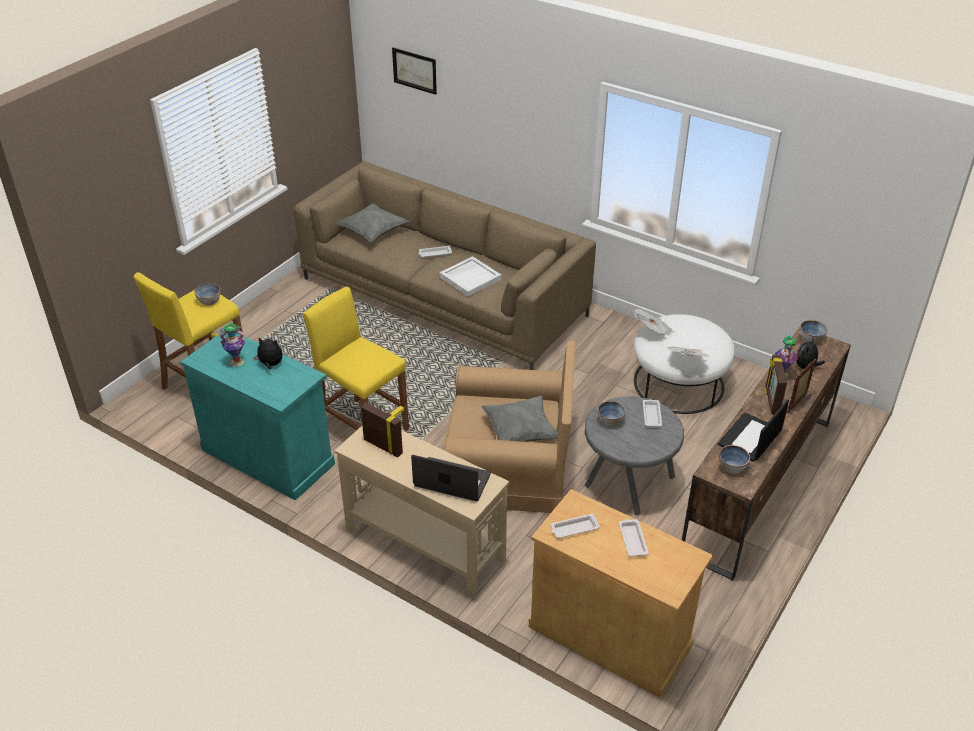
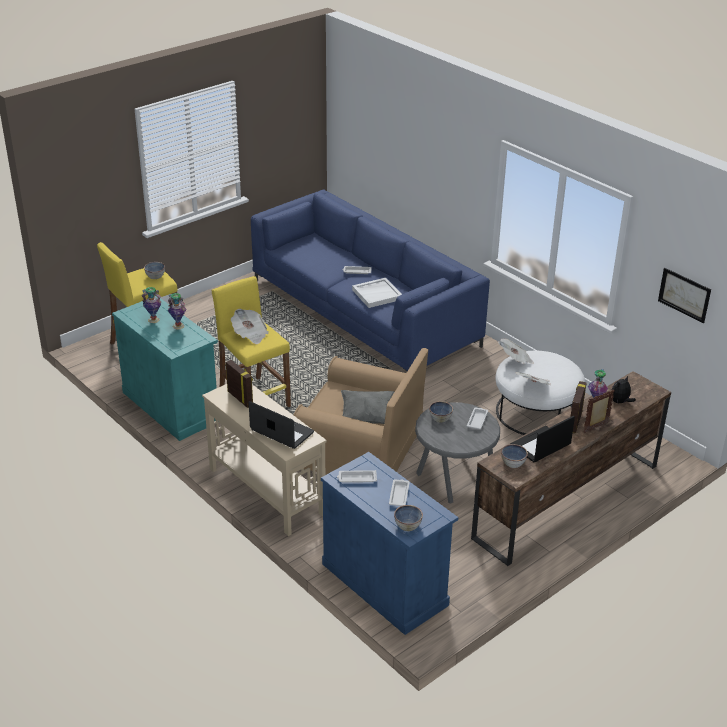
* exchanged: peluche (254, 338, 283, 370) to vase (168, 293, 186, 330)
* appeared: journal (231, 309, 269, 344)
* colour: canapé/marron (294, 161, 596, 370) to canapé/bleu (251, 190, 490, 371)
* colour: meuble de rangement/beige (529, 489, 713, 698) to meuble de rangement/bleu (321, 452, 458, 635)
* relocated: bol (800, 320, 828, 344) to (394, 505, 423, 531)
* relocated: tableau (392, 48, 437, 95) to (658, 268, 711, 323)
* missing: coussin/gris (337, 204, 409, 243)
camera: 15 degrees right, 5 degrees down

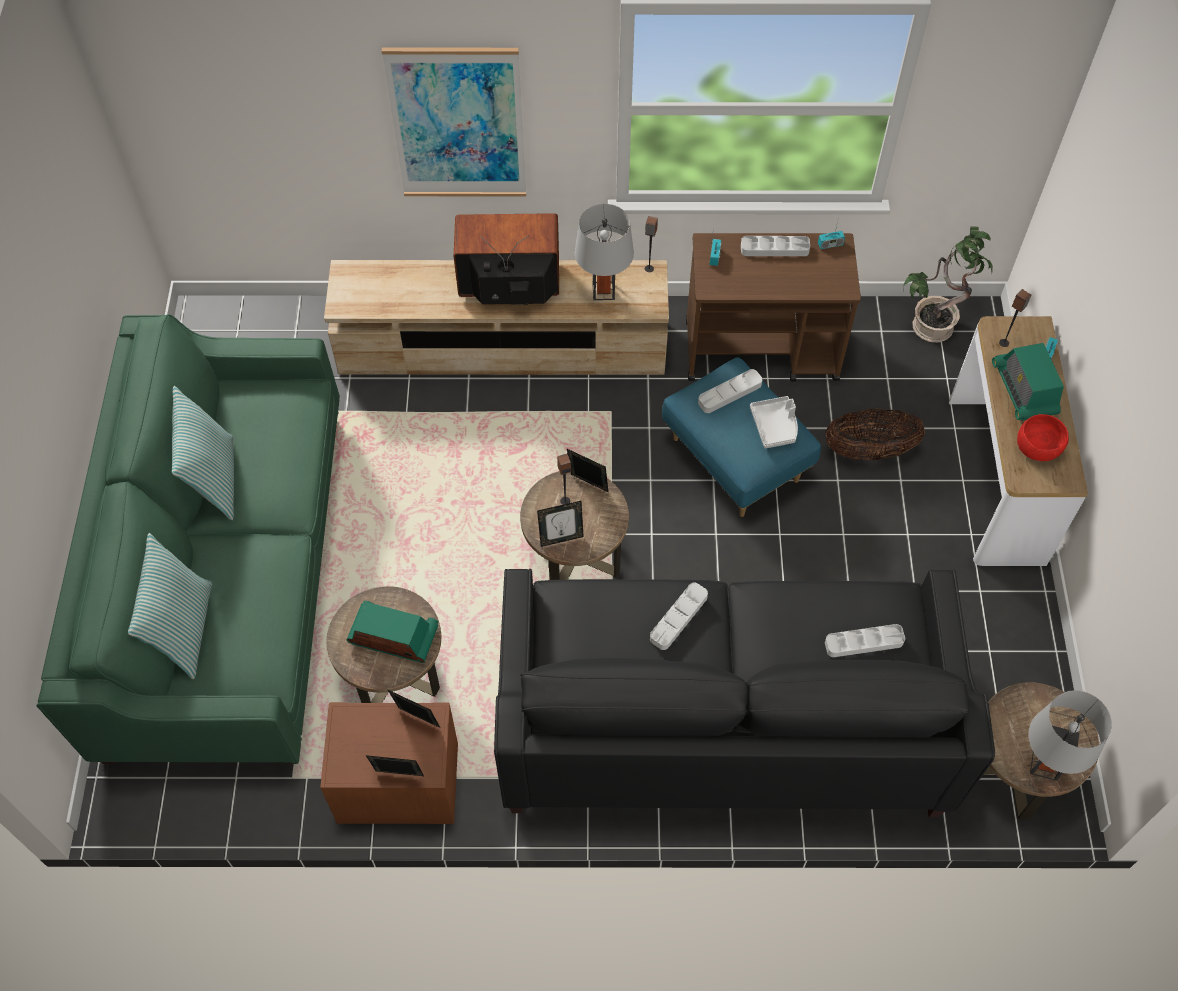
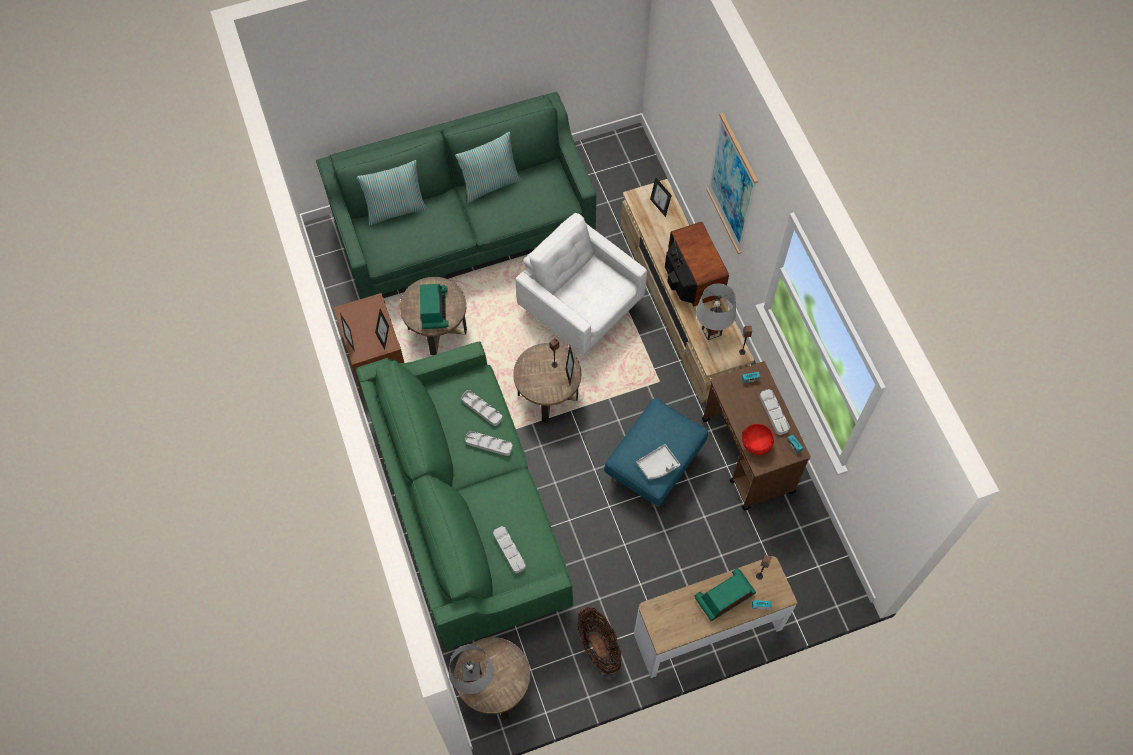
* colour: canapé/noir (494, 569, 995, 817) to canapé/vert (356, 342, 573, 650)
* relocated: plateau/gris (698, 369, 763, 413) to (461, 390, 502, 426)
* appeared: fauteuil/blanc (516, 213, 647, 355)
* relocated: panier (825, 408, 925, 460) to (578, 607, 621, 675)
* relocated: cadre photo (537, 501, 584, 547) to (650, 178, 672, 217)
* relocated: bol/rouge (1017, 414, 1069, 461) to (742, 424, 774, 456)
* missing: plante en pot (903, 226, 993, 343)
camera: 70 degrees right, 5 degrees up

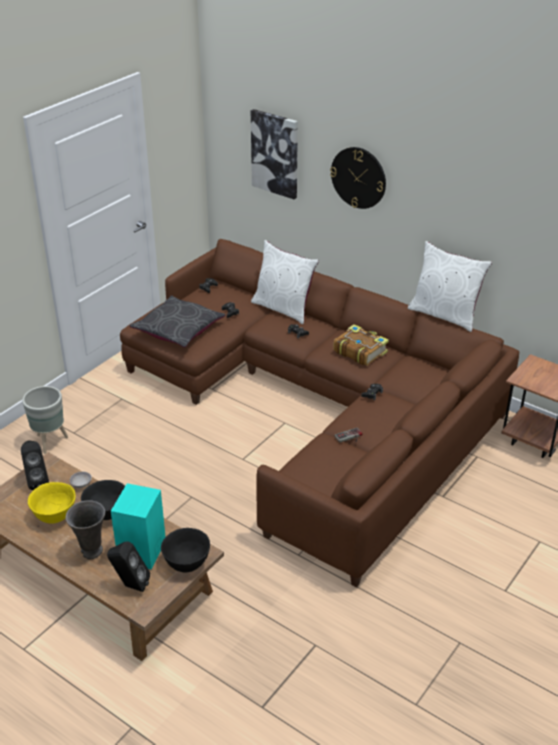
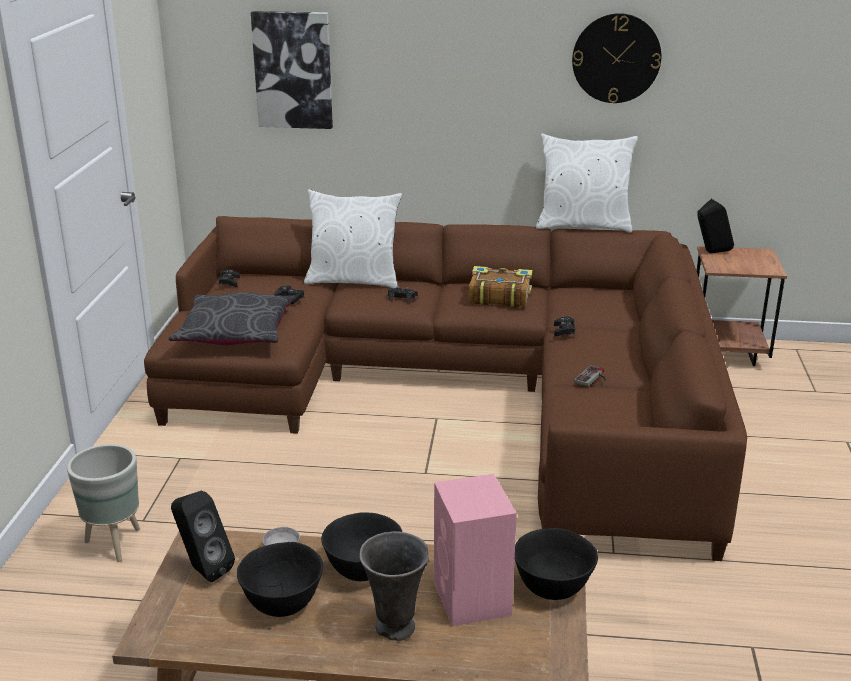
* colour: bol/jaune (28, 482, 75, 524) to bol/noir (237, 542, 323, 617)
* colour: enceinte/turquoise (111, 483, 165, 570) to enceinte/rose (434, 474, 517, 626)
* relocated: horloge murale (330, 147, 386, 209) to (572, 13, 661, 103)
* relocated: enceinte/noir (107, 541, 150, 592) to (697, 199, 734, 253)
camera: 30 degrees left, 10 degrees down

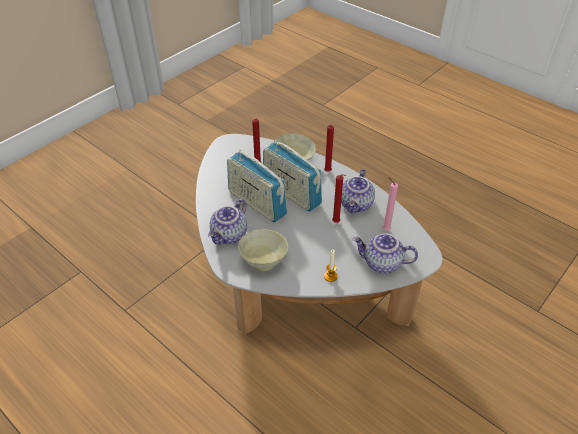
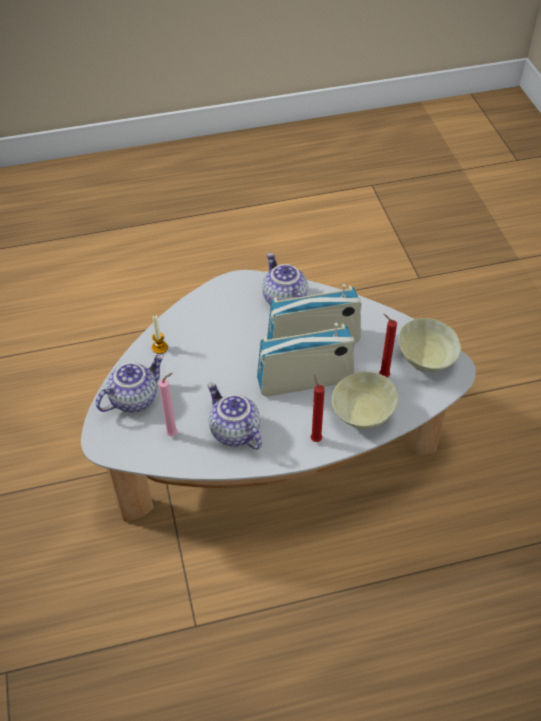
* relocated: bol/beige (238, 229, 288, 271) to (399, 318, 461, 372)
* missing: bougie/rouge (332, 174, 346, 223)
camera: 125 degrees right, 5 degrees up

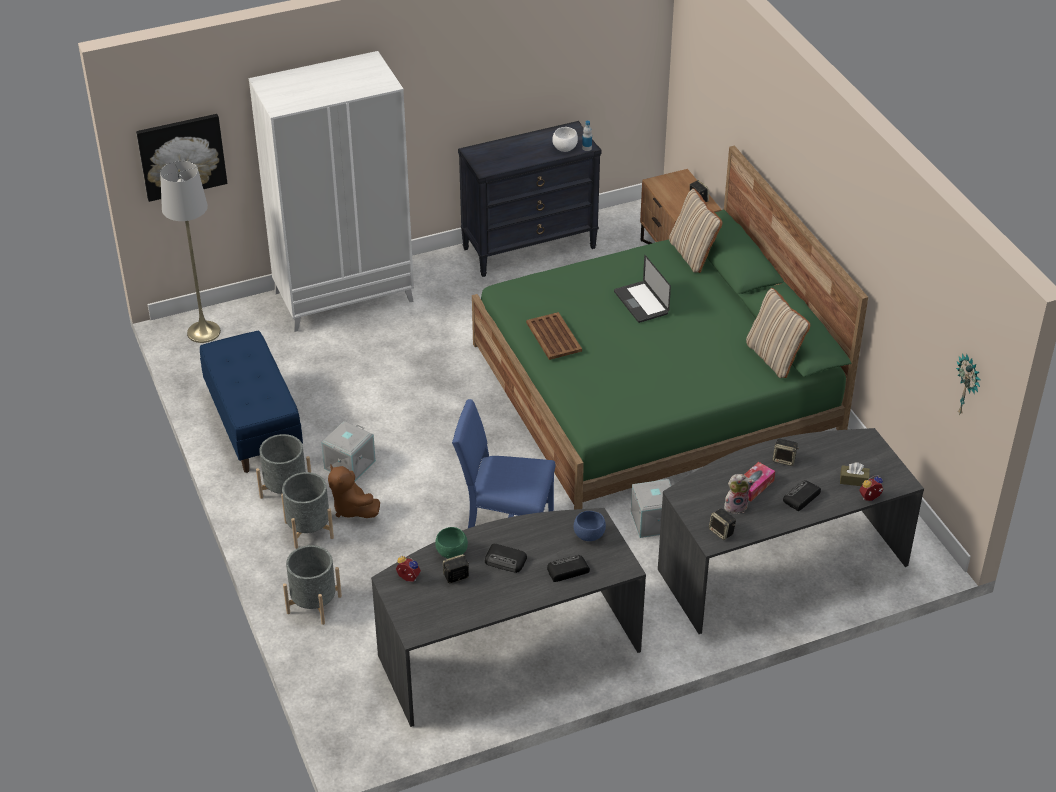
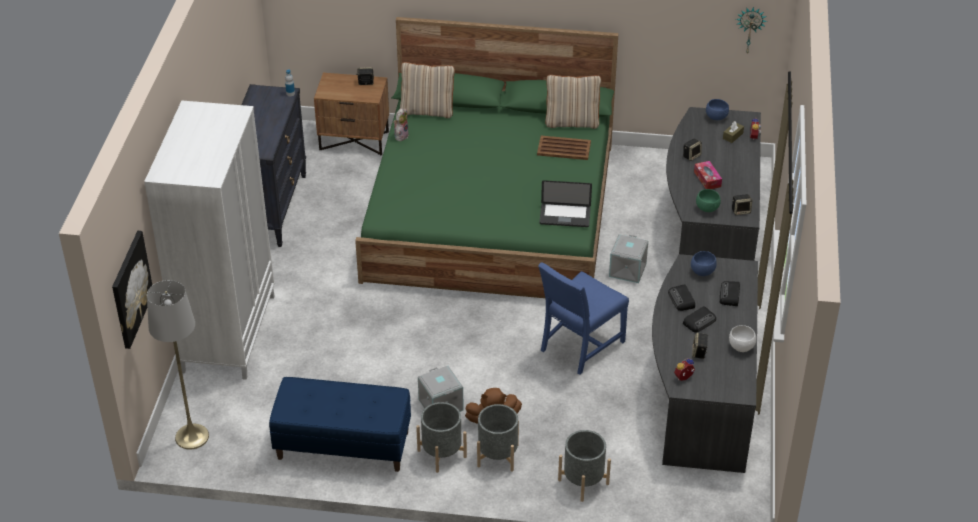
* relocated: peluche (724, 474, 755, 514) to (394, 108, 409, 141)
* relocated: plateau/marron (526, 312, 582, 360) to (537, 136, 591, 160)
* relocated: ordinateur portable (614, 255, 671, 323) to (539, 180, 592, 227)
* relocated: radio (783, 480, 821, 511) to (668, 284, 695, 311)
* relocated: bol/vert (435, 527, 468, 559) to (696, 189, 721, 212)
* appeared: bol/bleu (706, 99, 729, 120)
* relocated: bol/blanc (552, 127, 578, 152) to (729, 325, 756, 352)
camera: 60 degrees left, 0 degrees up

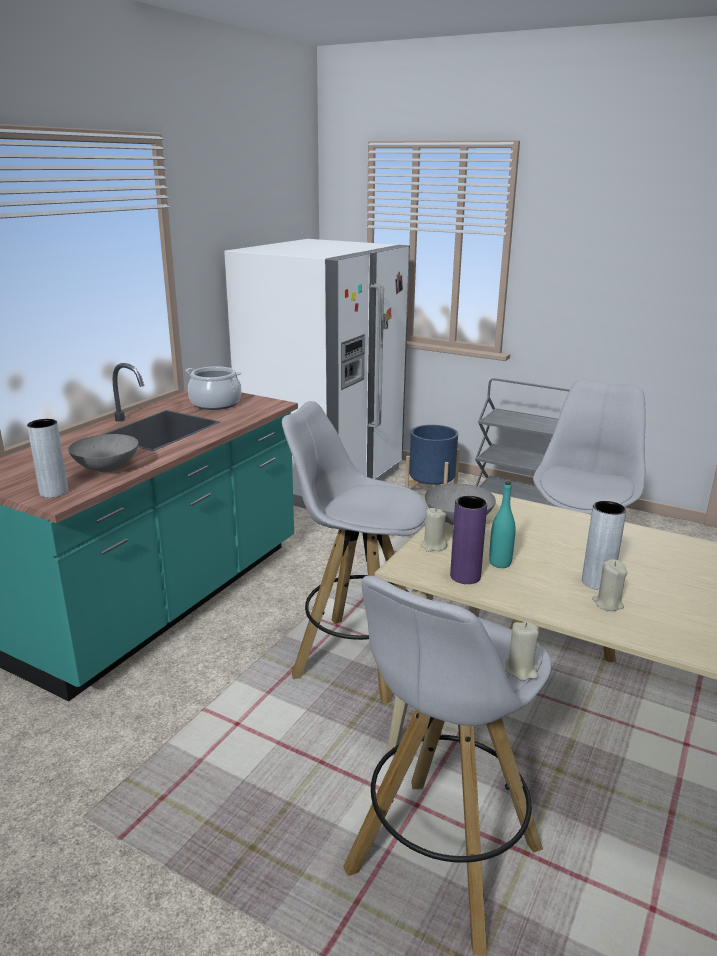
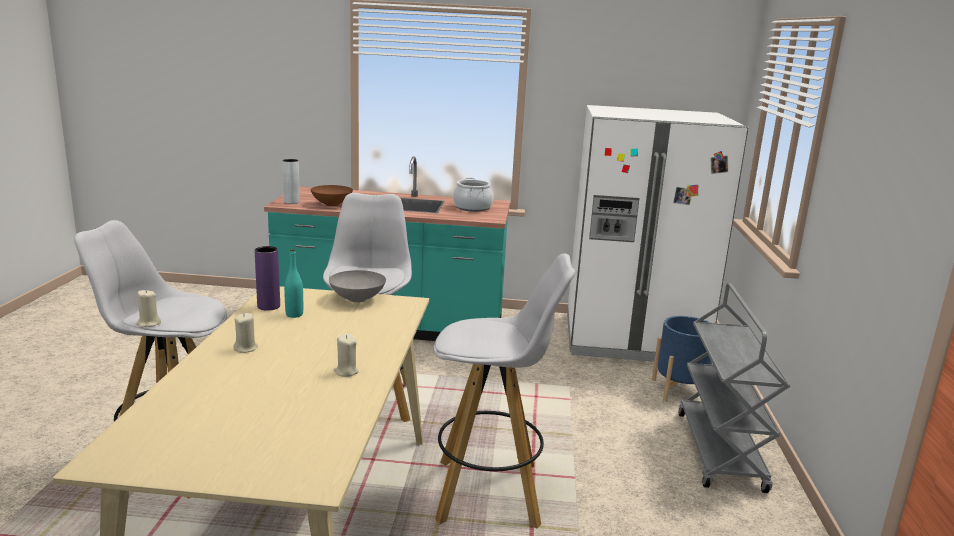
* colour: bol/gris (68, 434, 139, 473) to bol/marron (311, 185, 353, 206)
* relocated: bougie/beige (421, 508, 447, 552) to (334, 334, 359, 377)
* missing: vase/gris (582, 501, 627, 590)
camera: 65 degrees right, 5 degrees down

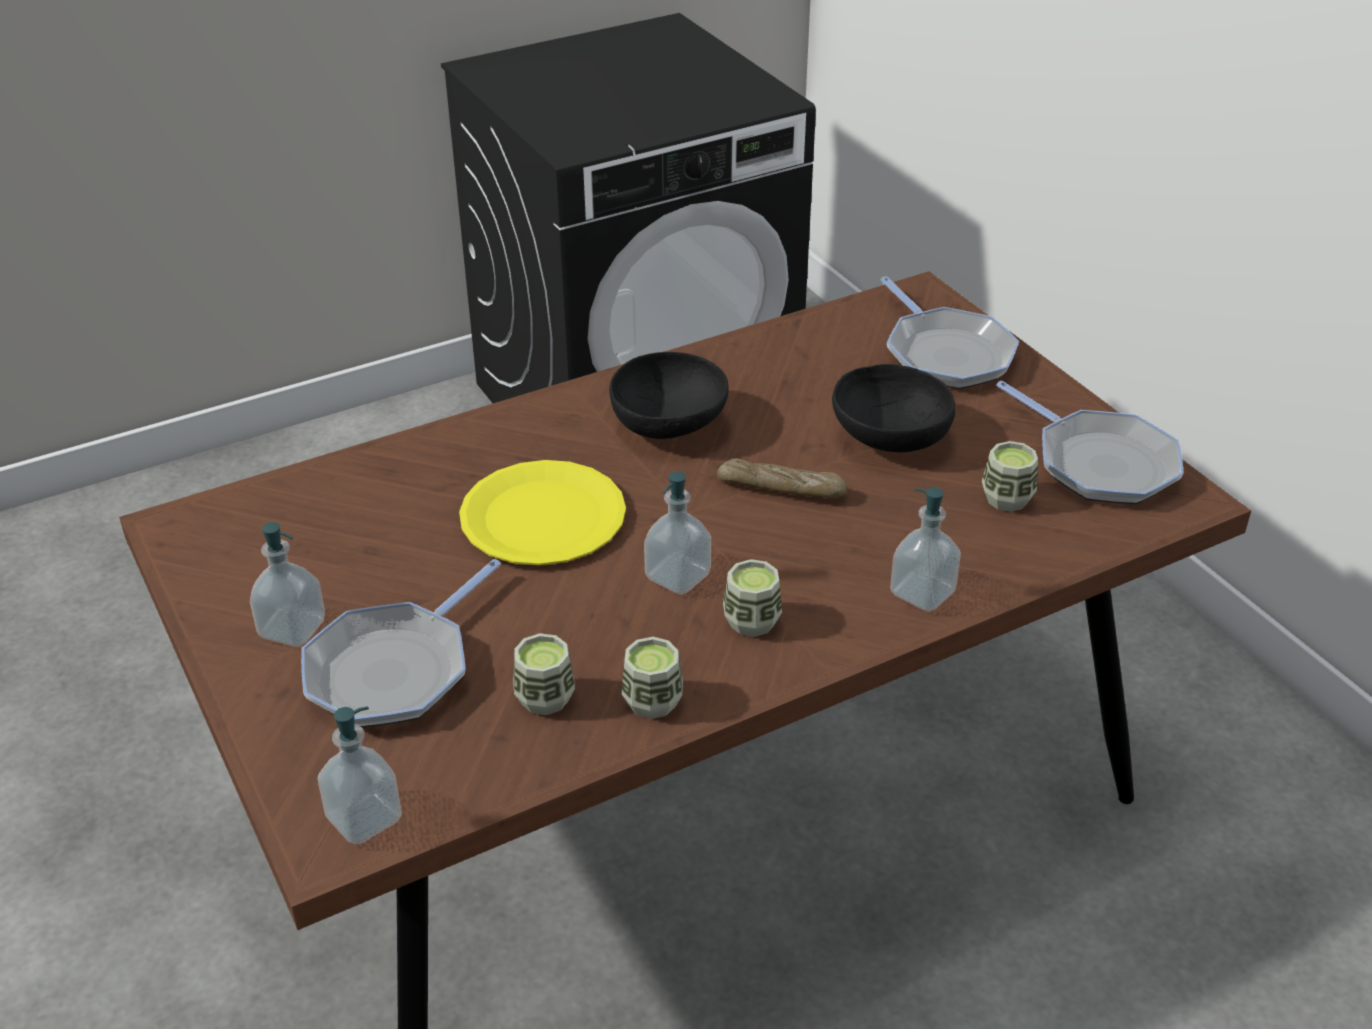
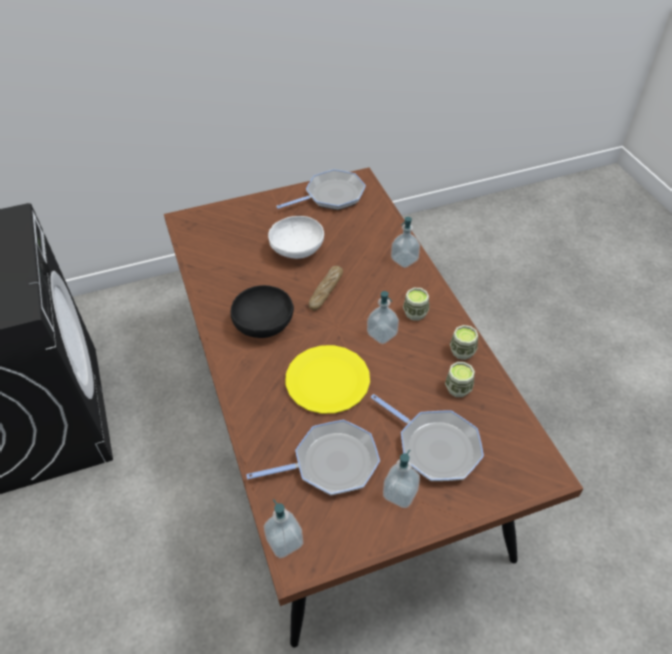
* relocated: poêle (881, 276, 1019, 389) to (246, 420, 380, 495)
* relocated: distributeur de savon (318, 707, 402, 844) to (264, 499, 303, 558)
* colour: bol/noir (832, 364, 955, 452) to bol/blanc (268, 216, 324, 259)
* missing: tasse (982, 441, 1038, 512)
camera: 80 degrees left, 10 degrees up

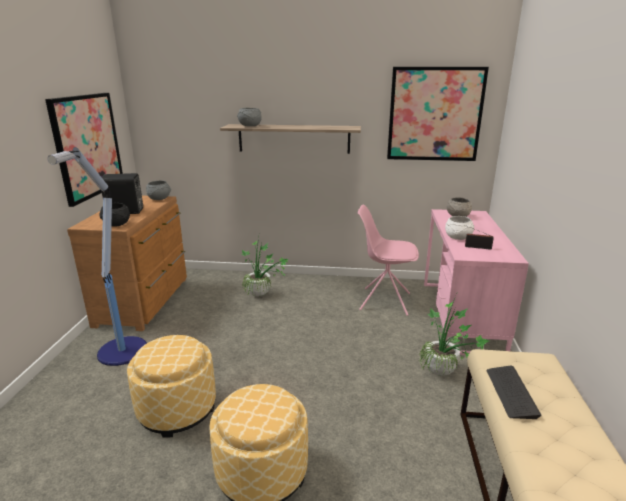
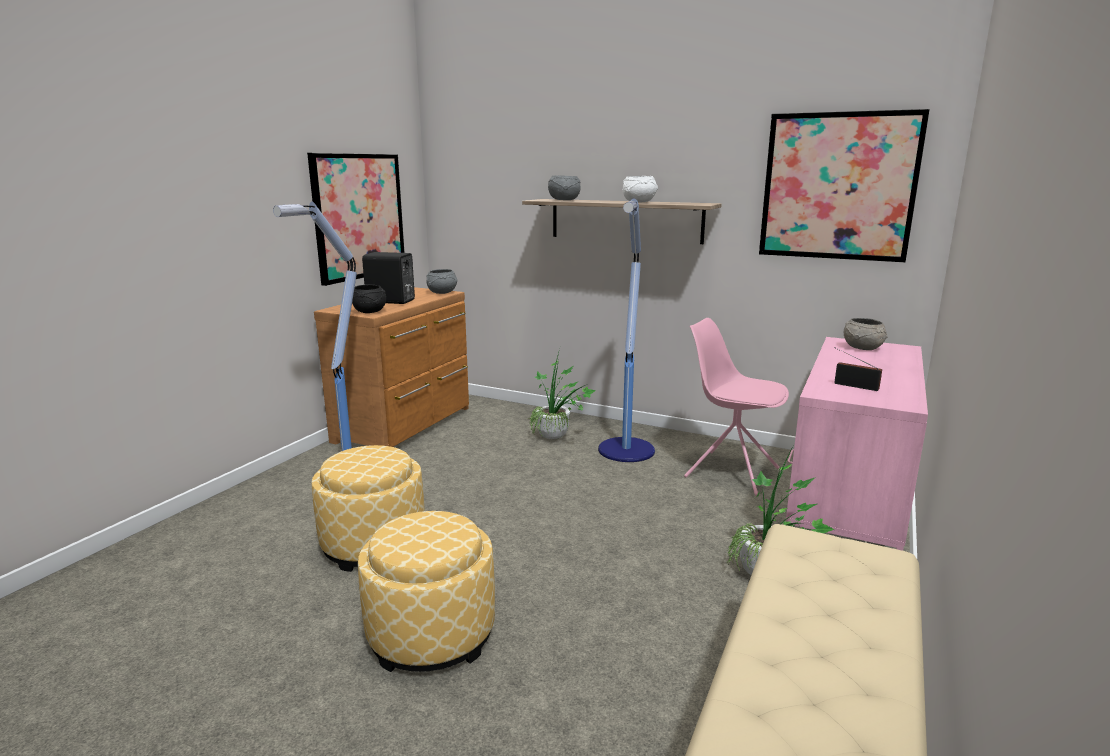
* appeared: lampadaire (598, 199, 655, 462)
* relocated: bol/blanc (445, 216, 474, 240) to (623, 176, 658, 203)
* missing: clavier (487, 365, 542, 419)
camera: 20 degrees right, 5 degrees down

